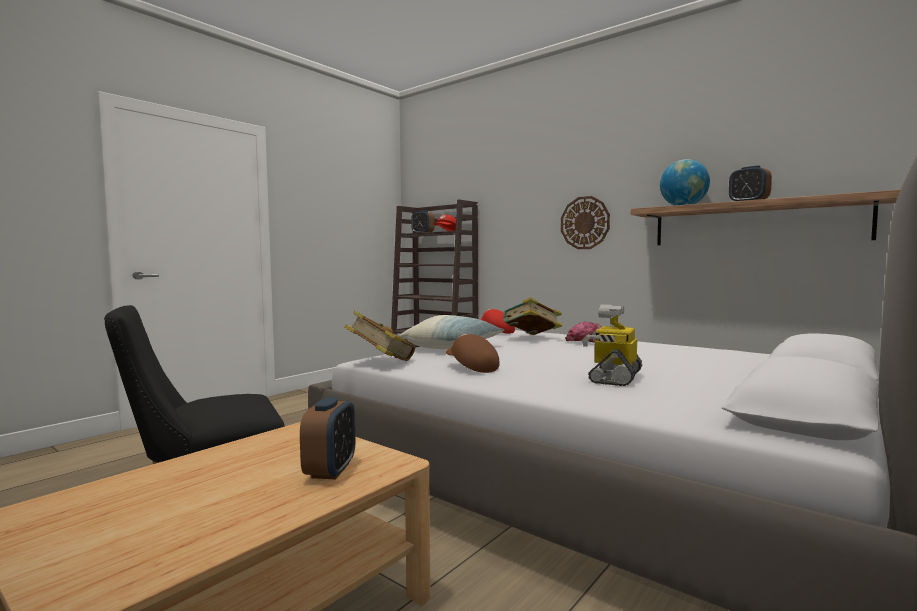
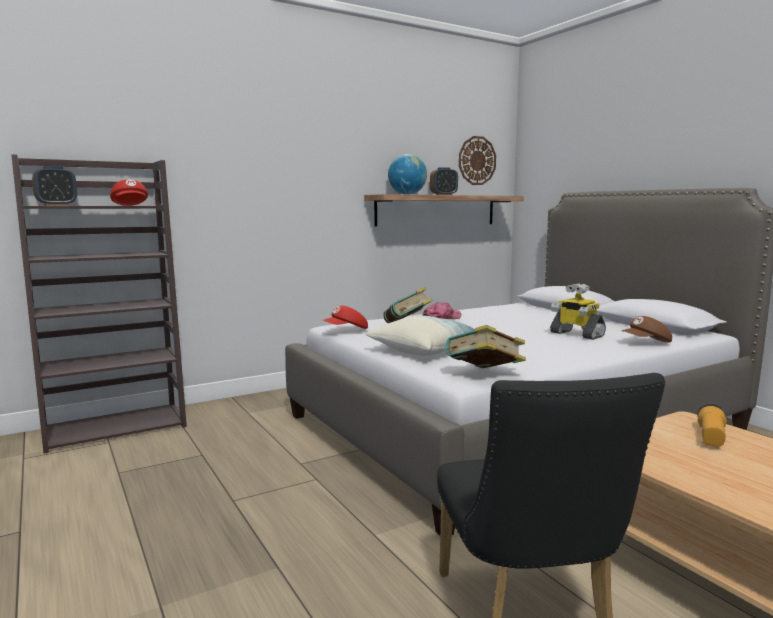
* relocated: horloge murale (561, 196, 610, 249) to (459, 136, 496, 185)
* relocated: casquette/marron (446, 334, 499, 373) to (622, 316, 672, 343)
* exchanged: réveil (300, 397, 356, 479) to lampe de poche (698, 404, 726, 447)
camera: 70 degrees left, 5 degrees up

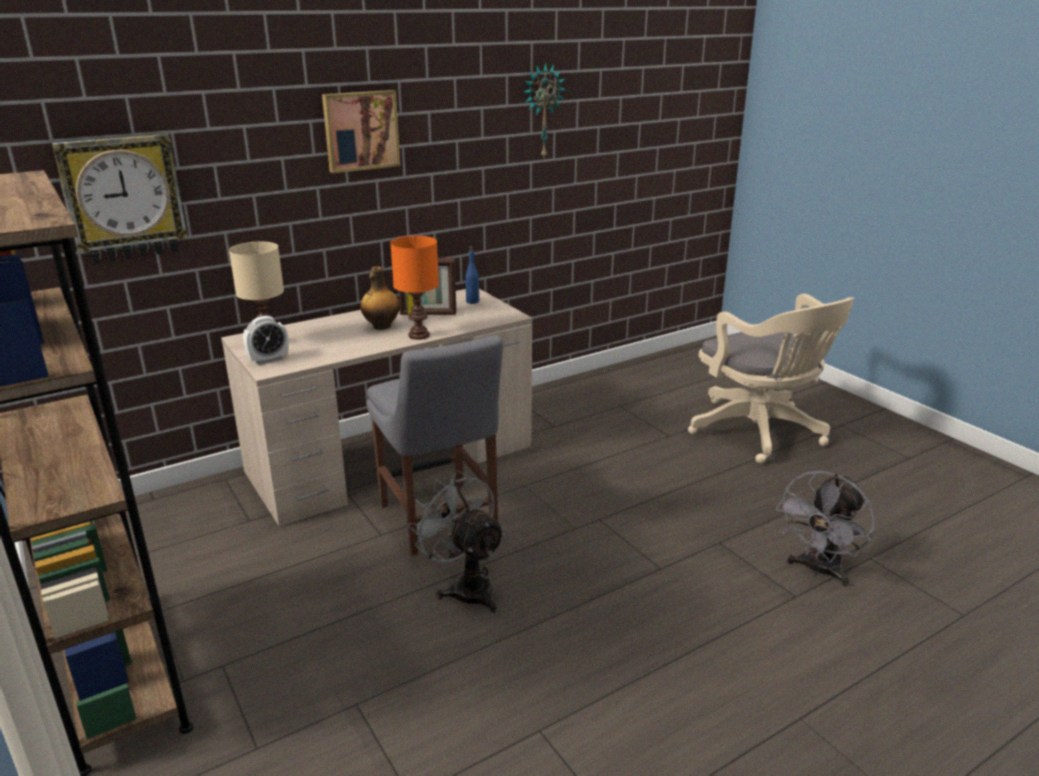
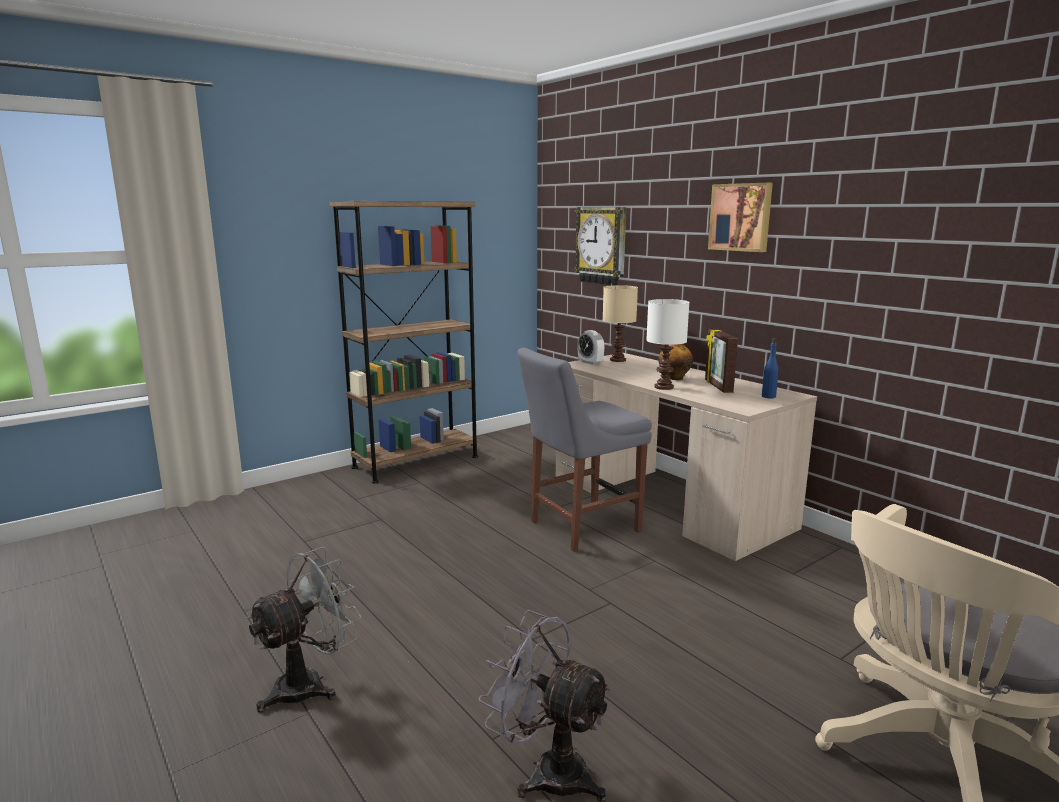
* relocated: ventilateur/gris (408, 470, 506, 613) to (246, 547, 362, 713)
* colour: lampe de table/orange (390, 236, 439, 340) to lampe de table/blanc (646, 299, 690, 390)
* missing: horloge murale (524, 62, 566, 158)
camera: 85 degrees right, 10 degrees down

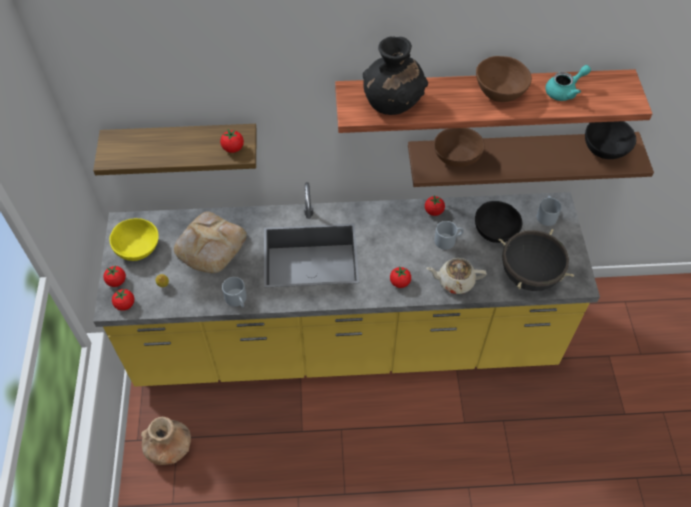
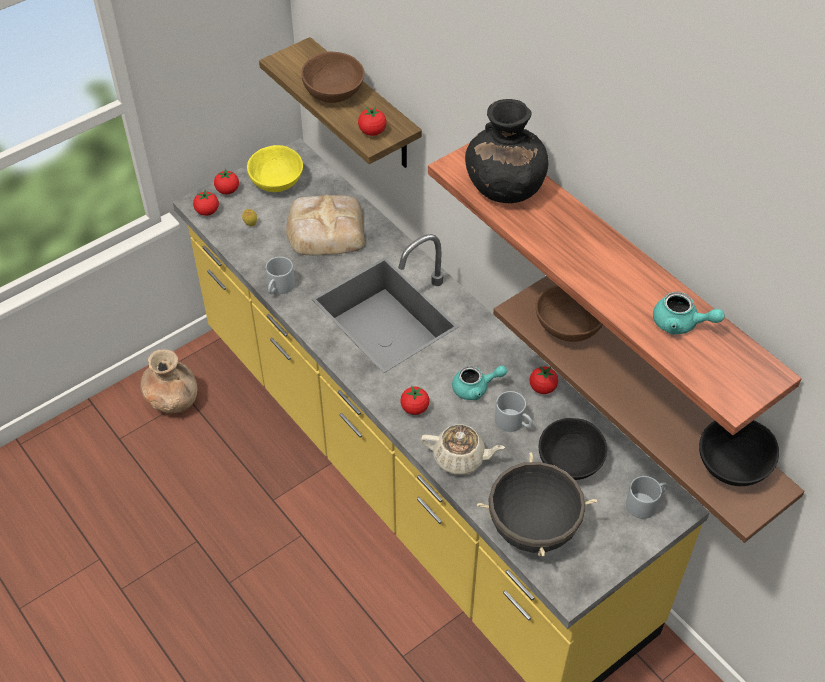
* relocated: bol/marron (476, 56, 532, 102) to (301, 52, 365, 103)
* spun: théière/beige (426, 258, 487, 294) = (421, 424, 505, 475) 135 degrees clockwise
* appeared: théière/turquoise (452, 365, 507, 400)
camera: 55 degrees right, 5 degrees down

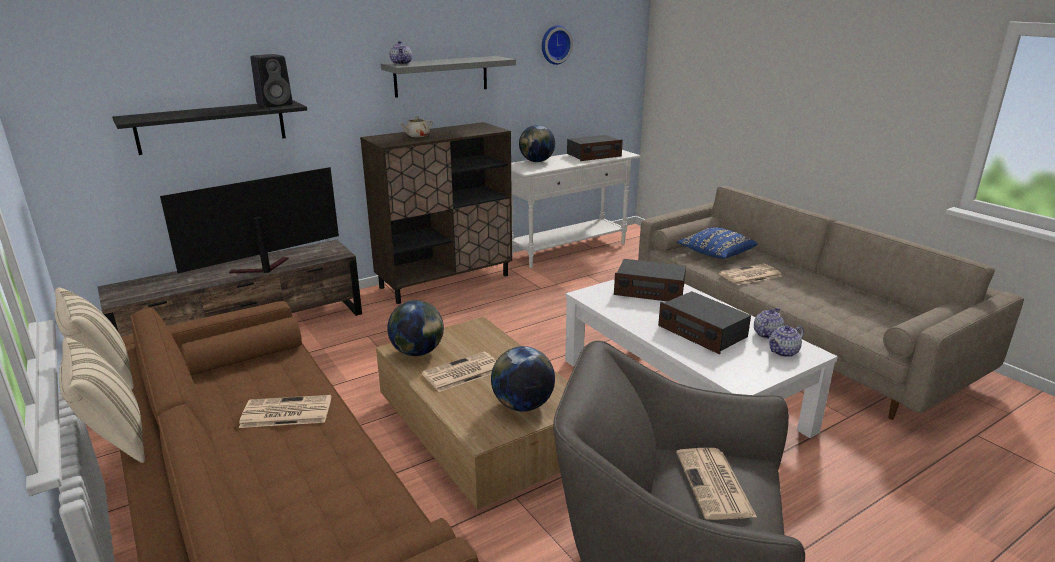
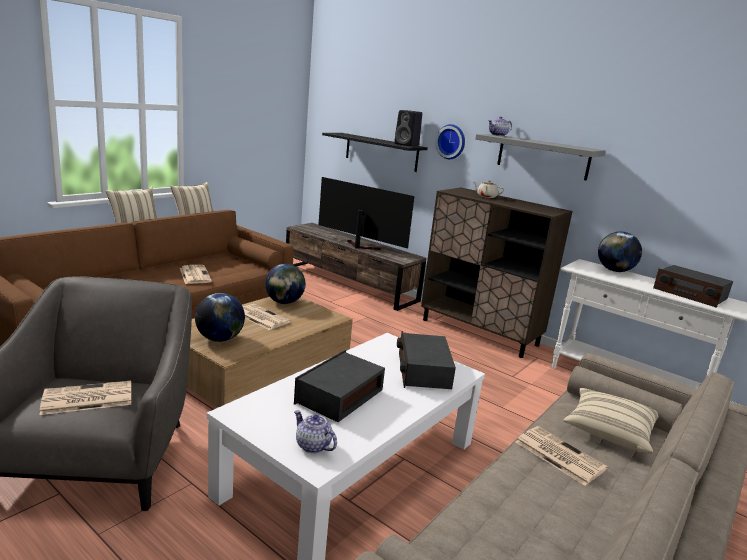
* relocated: horloge murale (542, 25, 573, 65) to (435, 124, 465, 159)
* colour: coussin/bleu (677, 227, 758, 259) to coussin/beige (563, 388, 658, 454)
* missing: théière (754, 307, 785, 339)
camera: 70 degrees right, 5 degrees down

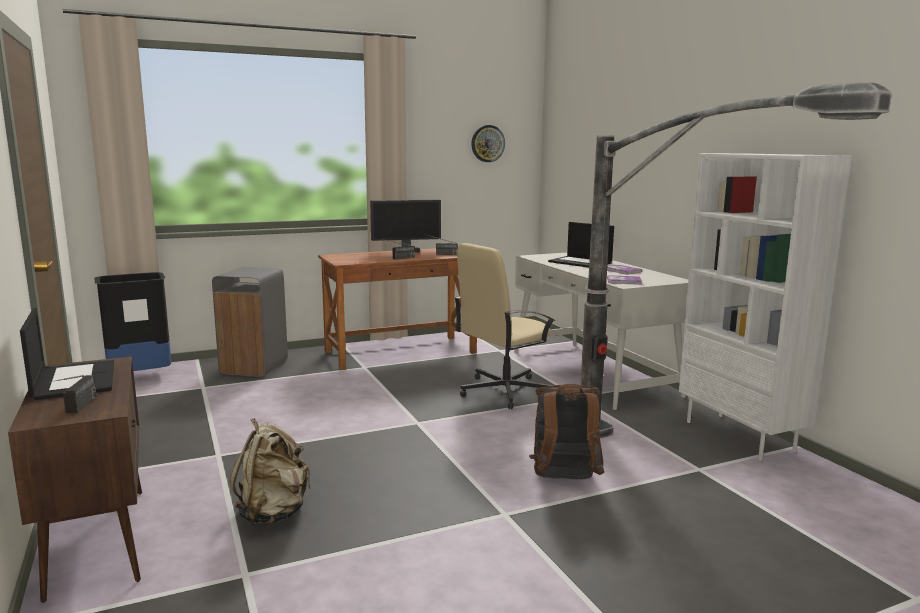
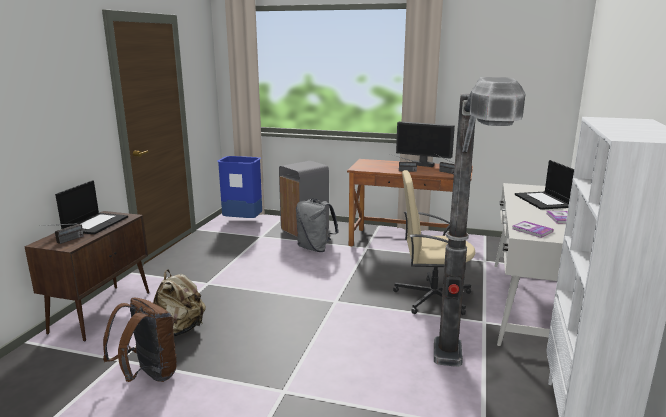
* relocated: sac à dos/marron (529, 384, 604, 479) to (103, 298, 177, 382)
* colour: poubelle/noir (95, 272, 171, 371) to poubelle/bleu (217, 156, 262, 218)
* appeared: sac à dos/gris (296, 199, 339, 252)
* missing: horloge murale (471, 125, 505, 162)
camera: 40 degrees right, 5 degrees up

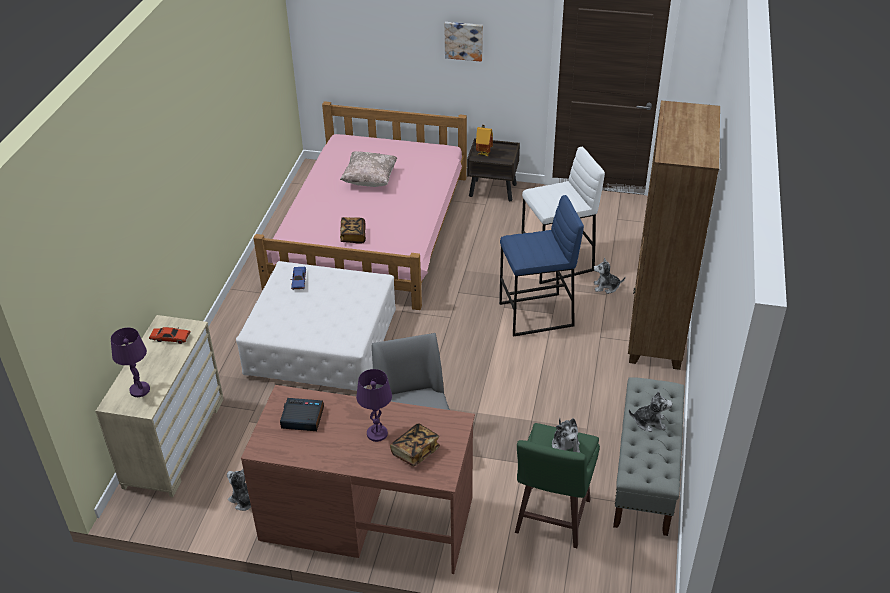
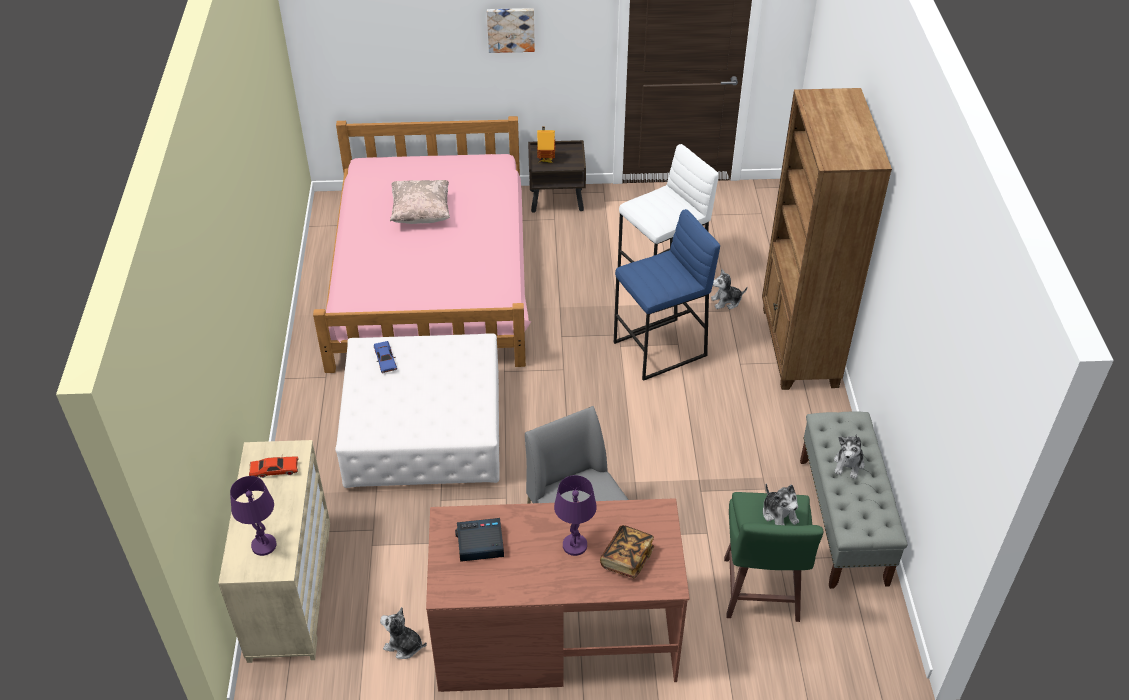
* spun: peluche (629, 391, 673, 432) = (834, 434, 864, 479) 120 degrees clockwise
* missing: livre (340, 217, 366, 244)
camera: 15 degrees left, 5 degrees up

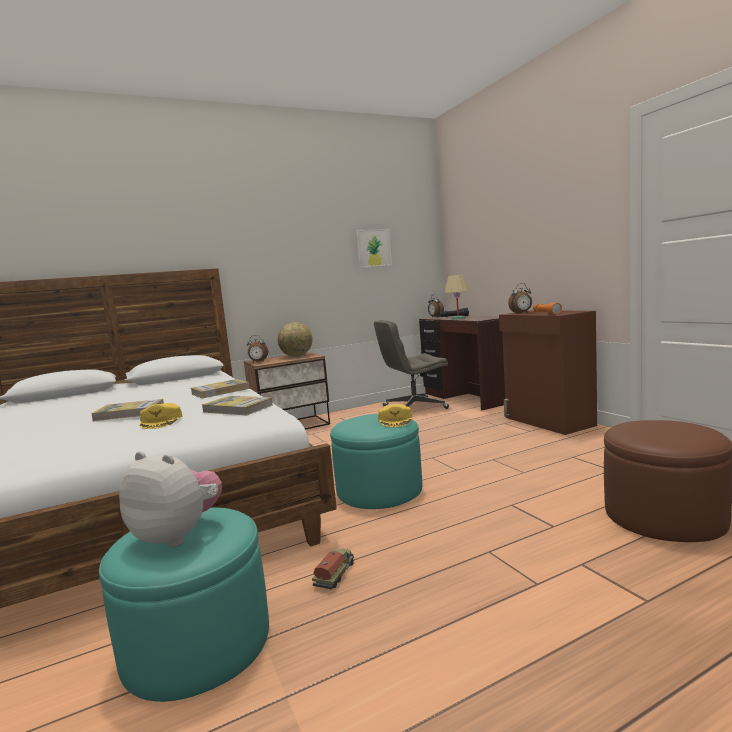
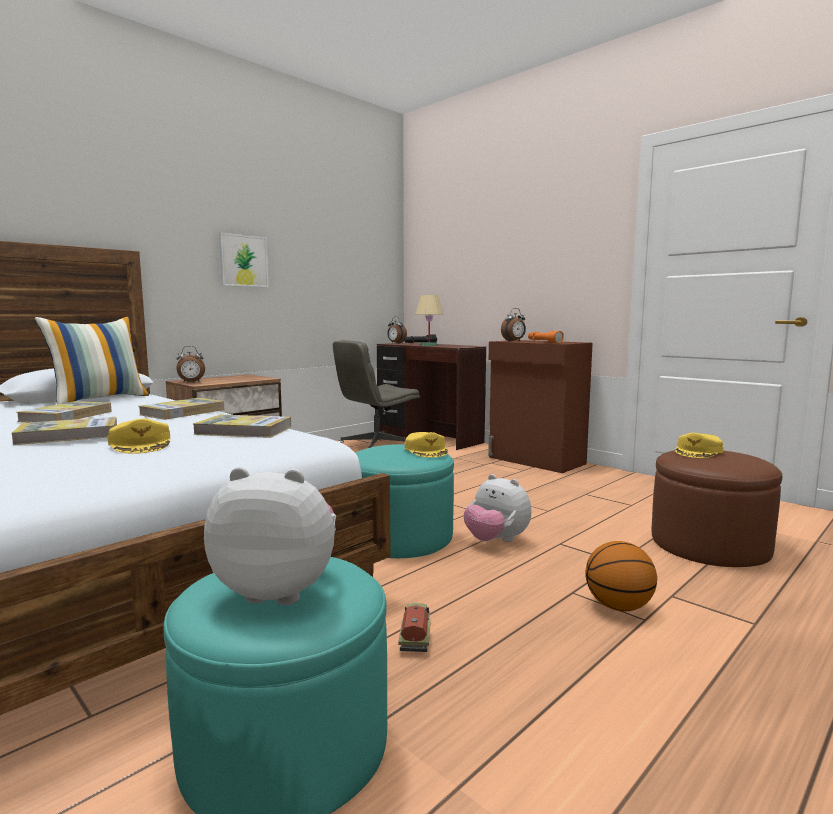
* appeared: livre (16, 401, 112, 422)
* appeared: coussin (35, 317, 149, 404)
* relocated: tableau (356, 229, 392, 268) to (219, 233, 269, 287)
* appeared: peluche (464, 474, 531, 542)
* appeared: ballon de basket (585, 541, 657, 611)
* appeared: casquette/jaune (675, 433, 724, 458)
* missing: globe (278, 322, 313, 357)
camera: 20 degrees left, 0 degrees up

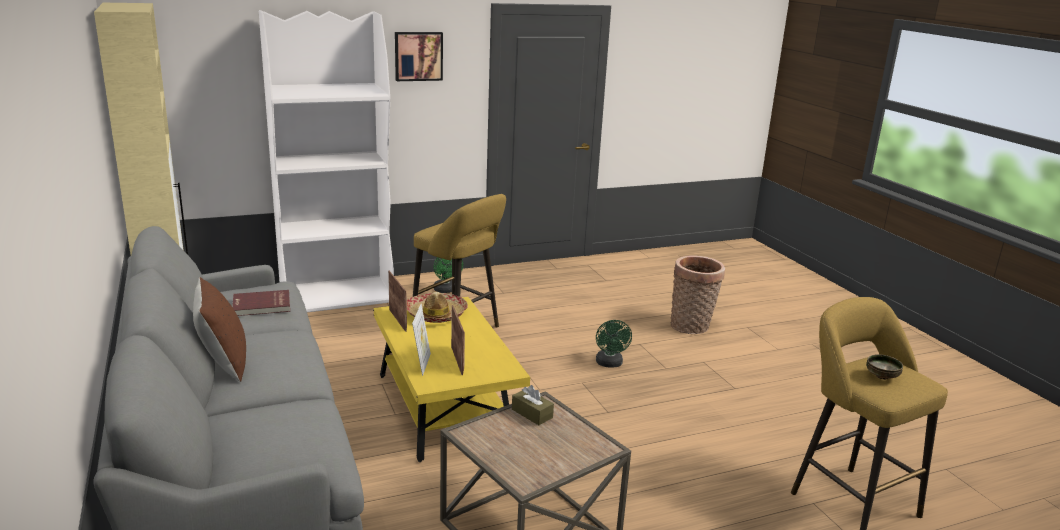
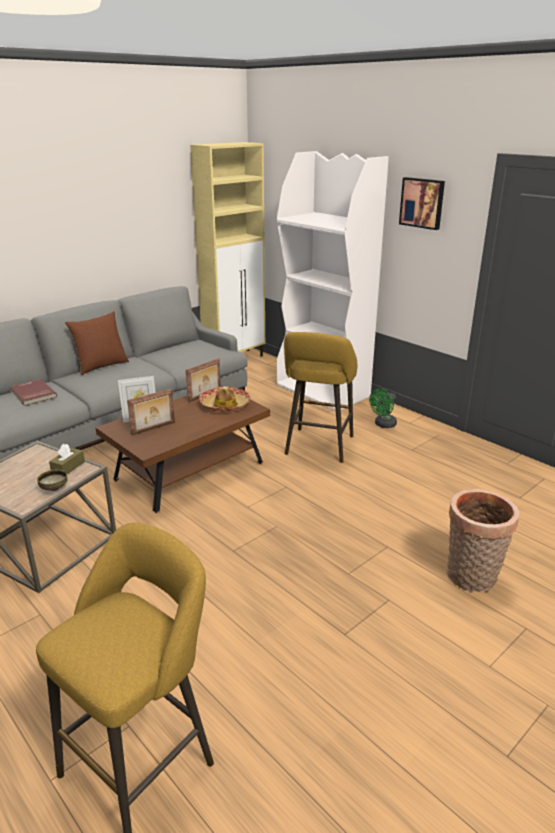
* relocated: livre/rouge (232, 290, 290, 316) to (10, 379, 57, 406)
* relocated: bol (866, 354, 903, 380) to (37, 470, 68, 491)
* colour: table basse/jaune (373, 297, 530, 462) to table basse/marron (95, 386, 271, 513)
* missing: ventilateur/vert (596, 320, 632, 368)
camera: 70 degrees right, 5 degrees up

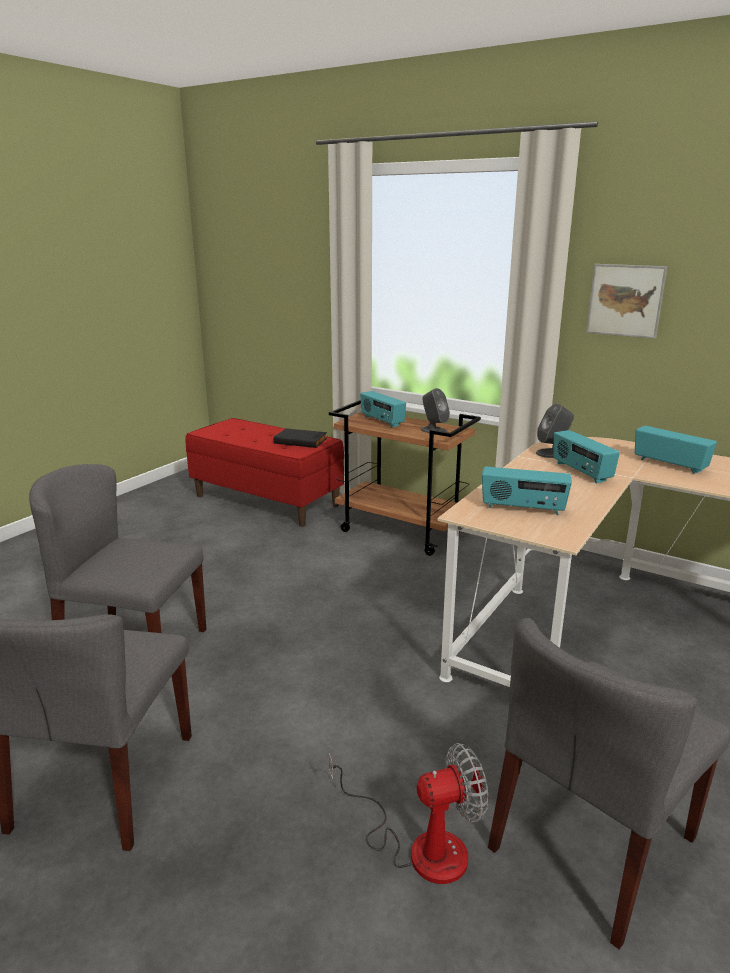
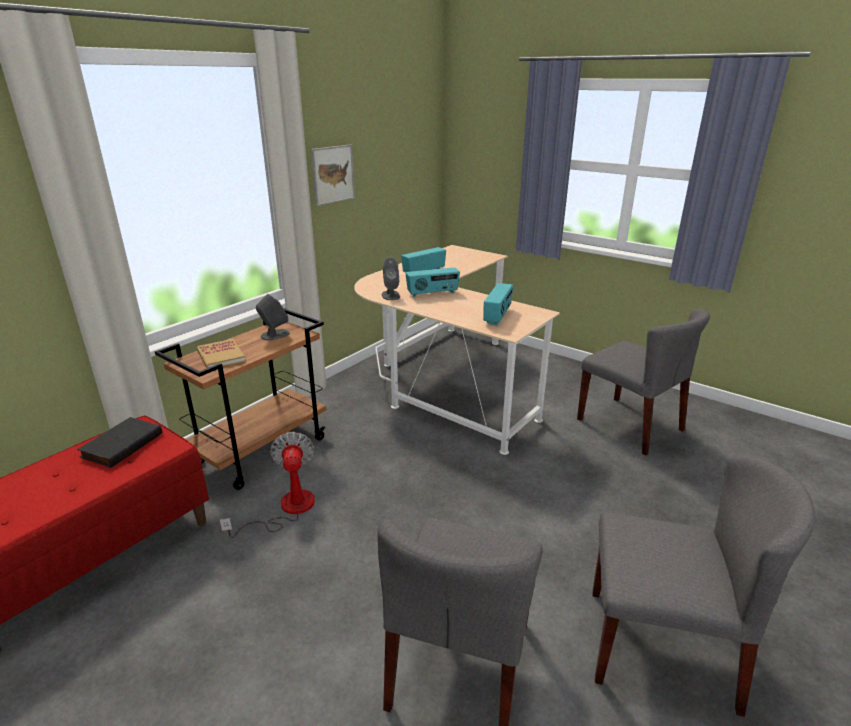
* exchanged: radio (360, 391, 406, 428) to livre (197, 339, 245, 368)
* relocated: ventilateur (329, 743, 488, 884) to (219, 432, 315, 539)
camera: 85 degrees left, 5 degrees up

